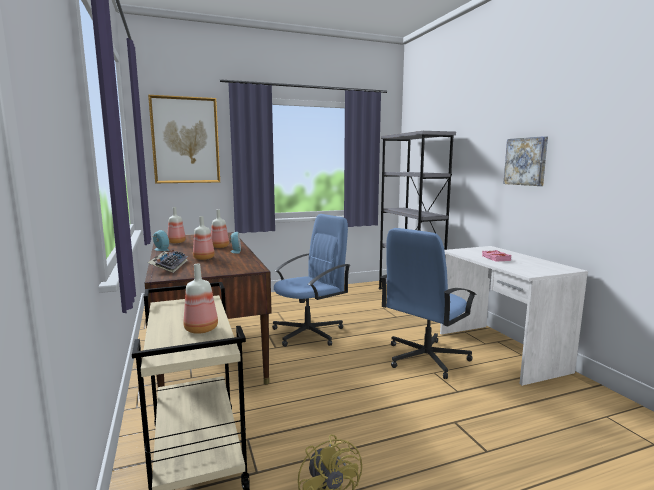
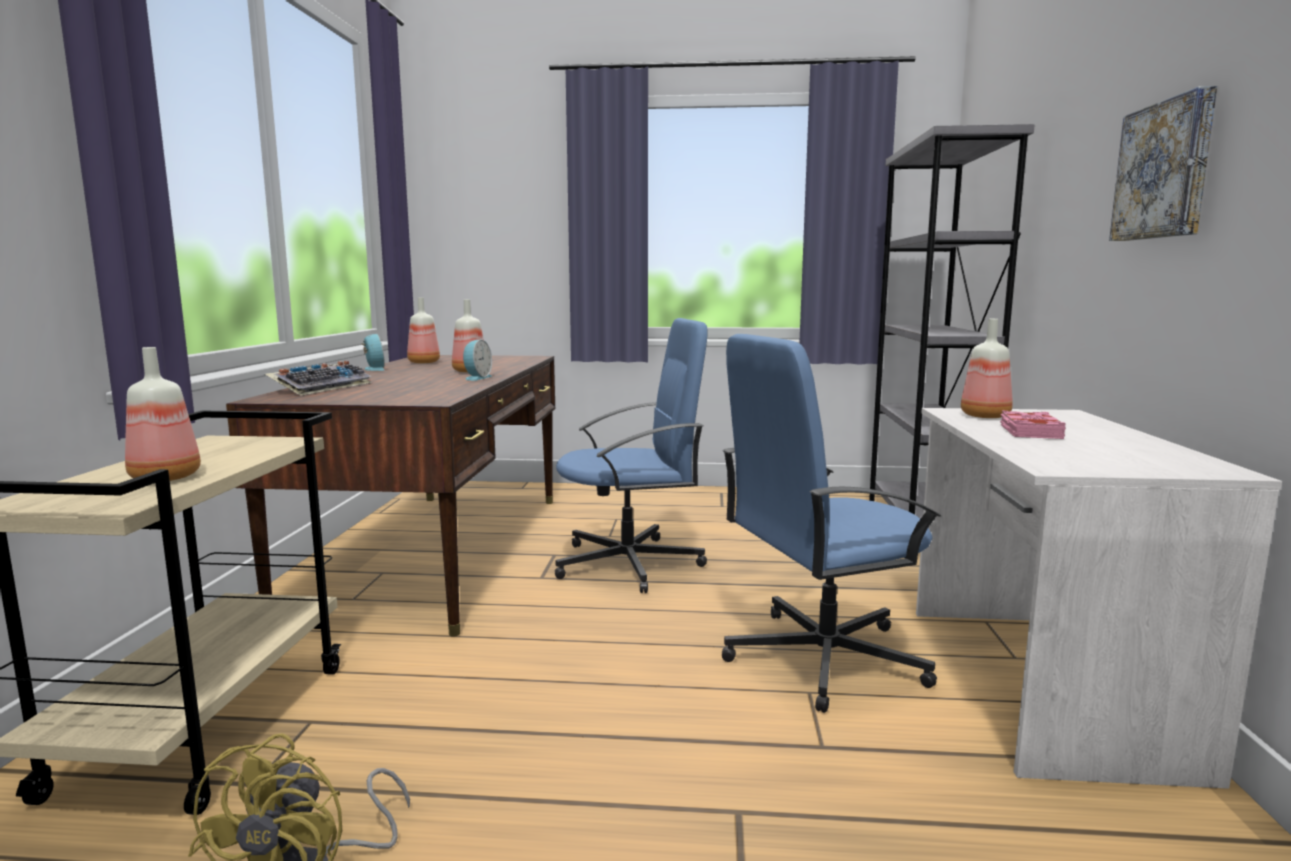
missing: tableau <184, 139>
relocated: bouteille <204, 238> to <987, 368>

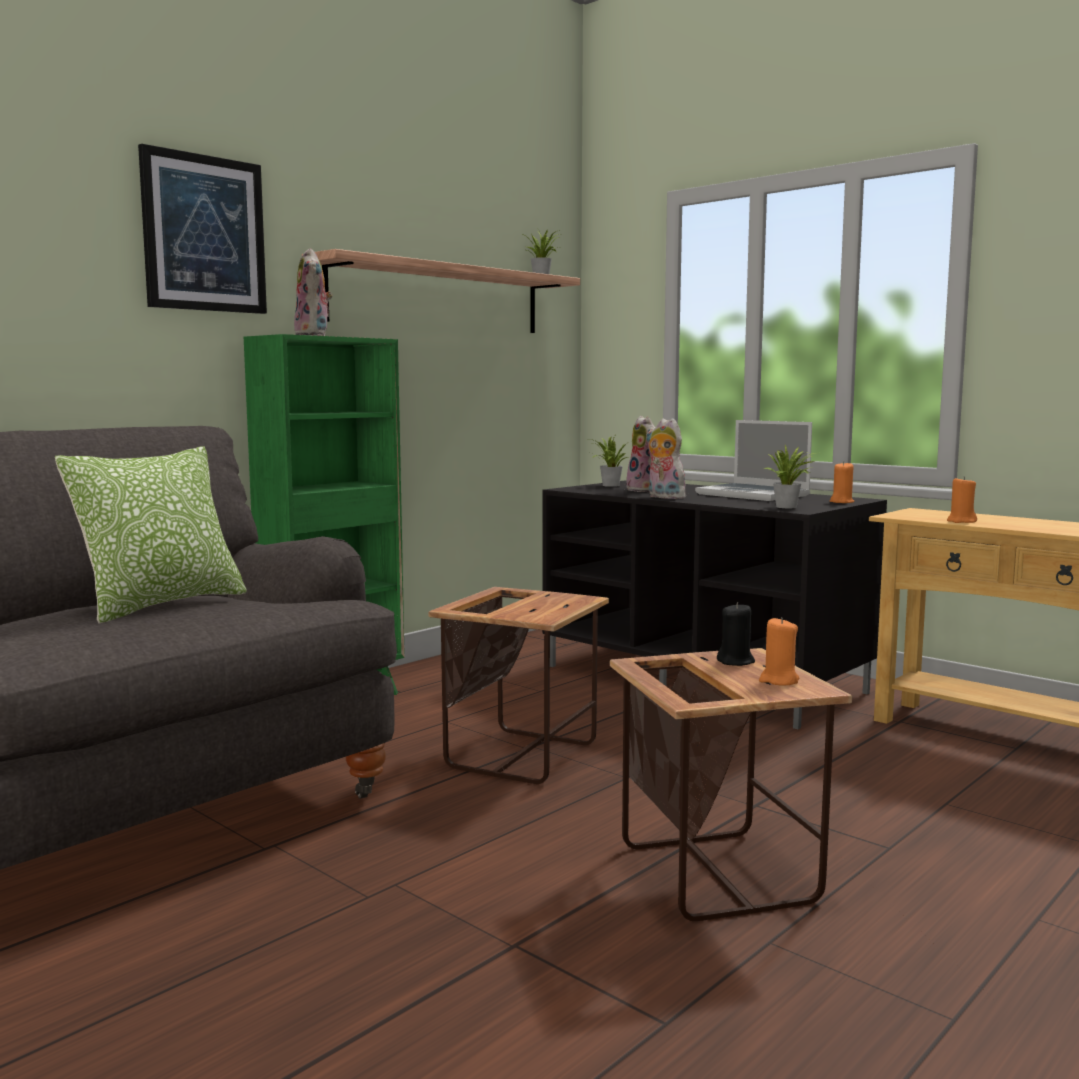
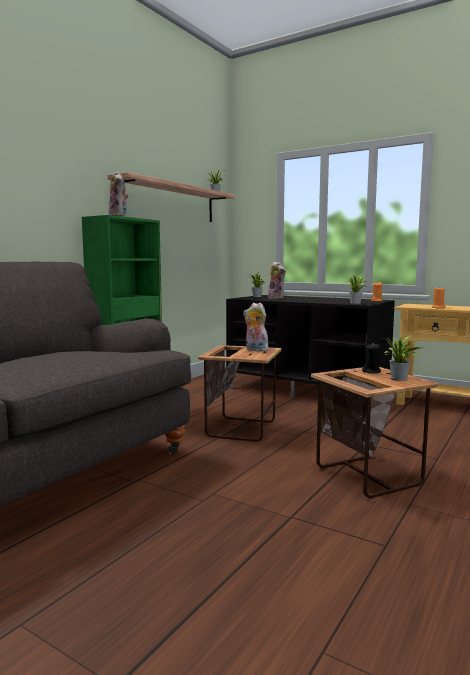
missing: coussin <150, 534>; tableau <202, 229>; ordinateur portable <753, 460>
relocated: peluche <666, 458> to <256, 327>
exchanged: bougie [orange] <779, 651> to plante en pot <402, 356>

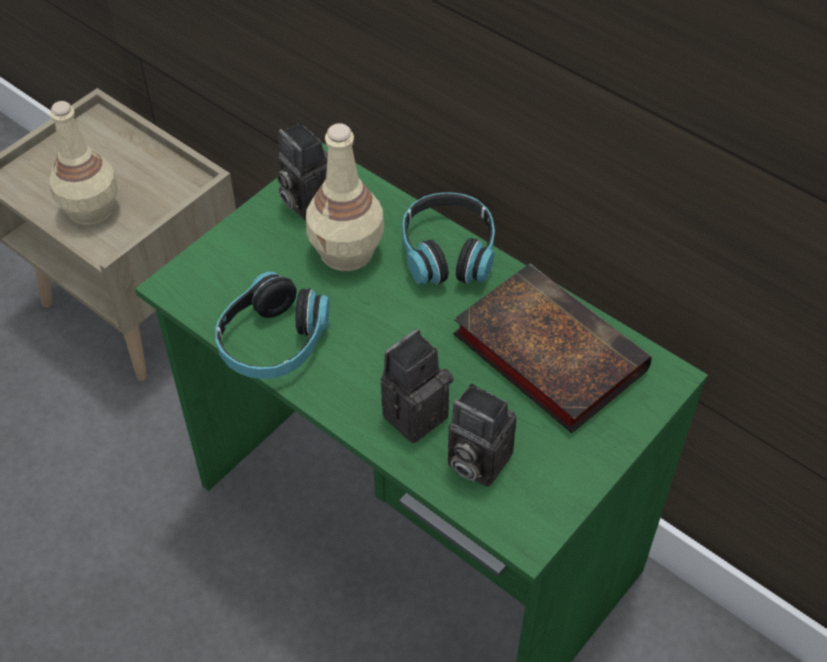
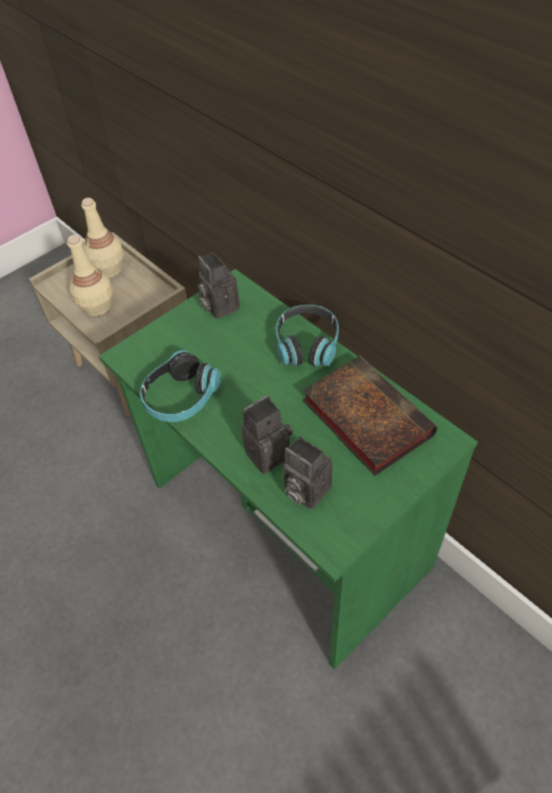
relocated: bouteille [beige] <345, 197> to <102, 238>

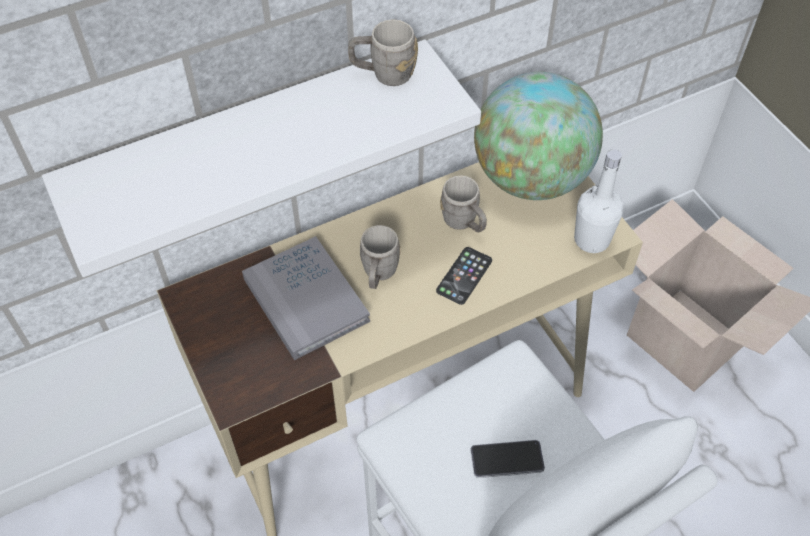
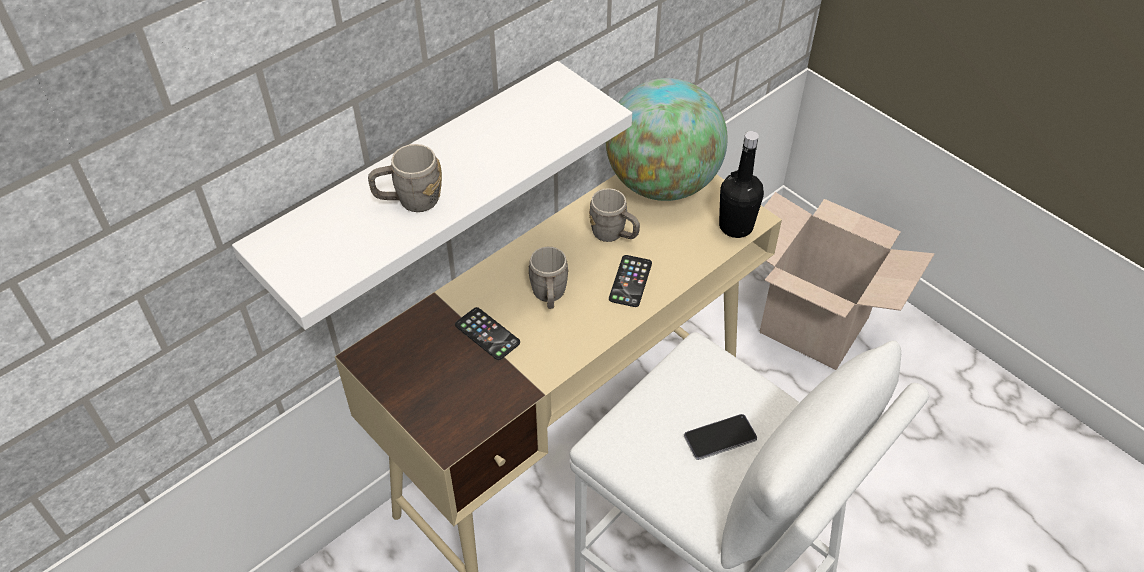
relocated: mug [gris] <383, 52> to <405, 178>
exchanged: livre [gris] <306, 298> to téléphone <487, 333>
colour: bouteille [blanc] <599, 201> to bouteille [noir] <741, 184>

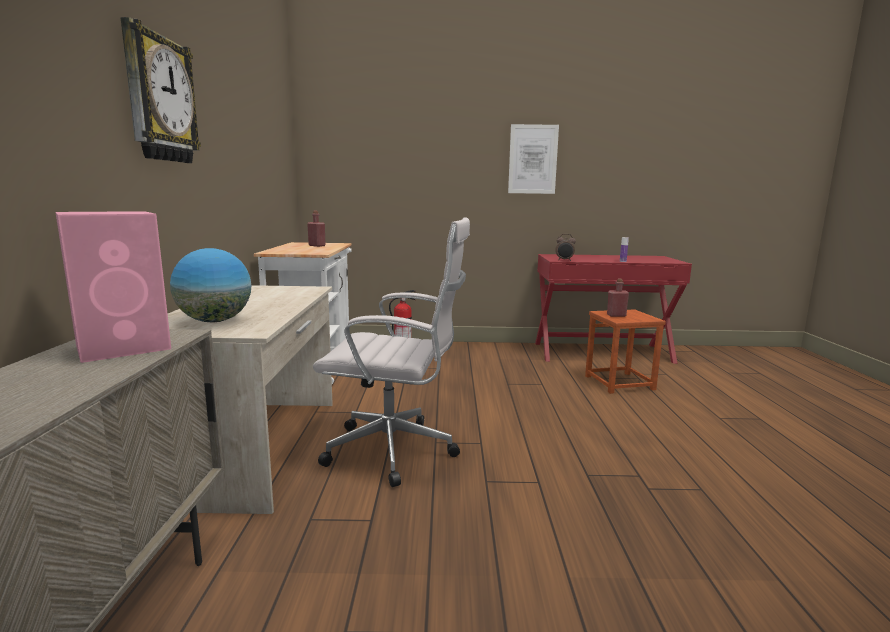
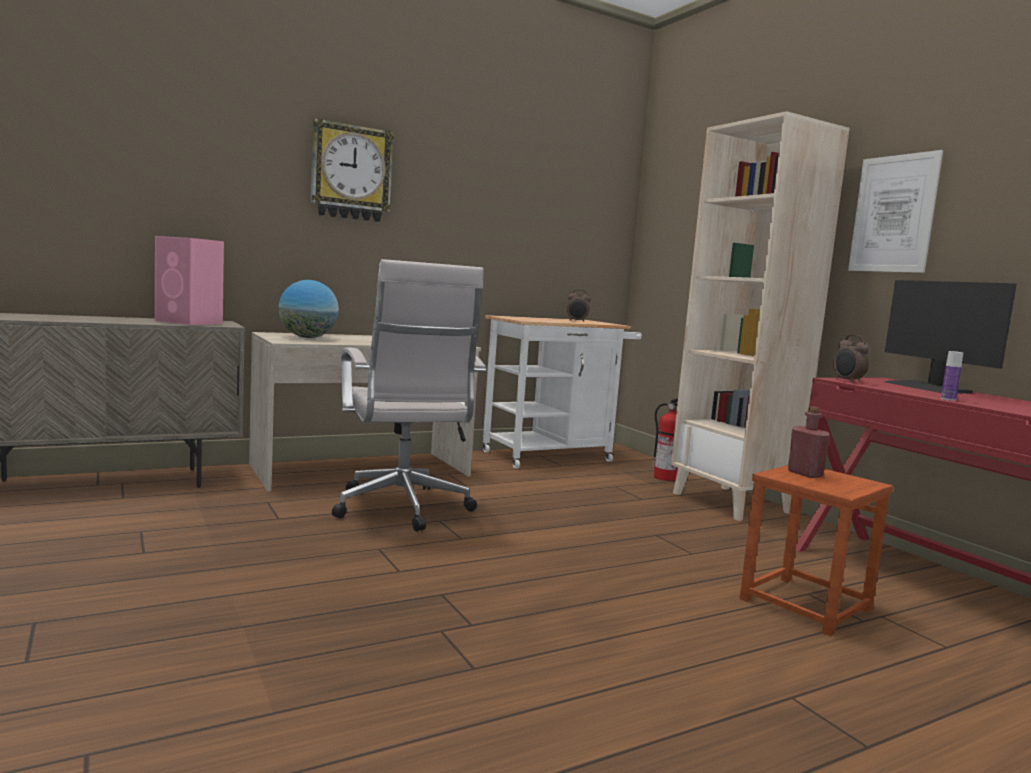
appeared: bibliothèque [beige] <760, 316>; écran d'ordinateur <951, 337>
exchanged: bouteille [rouge] <316, 229> to réveil <579, 306>

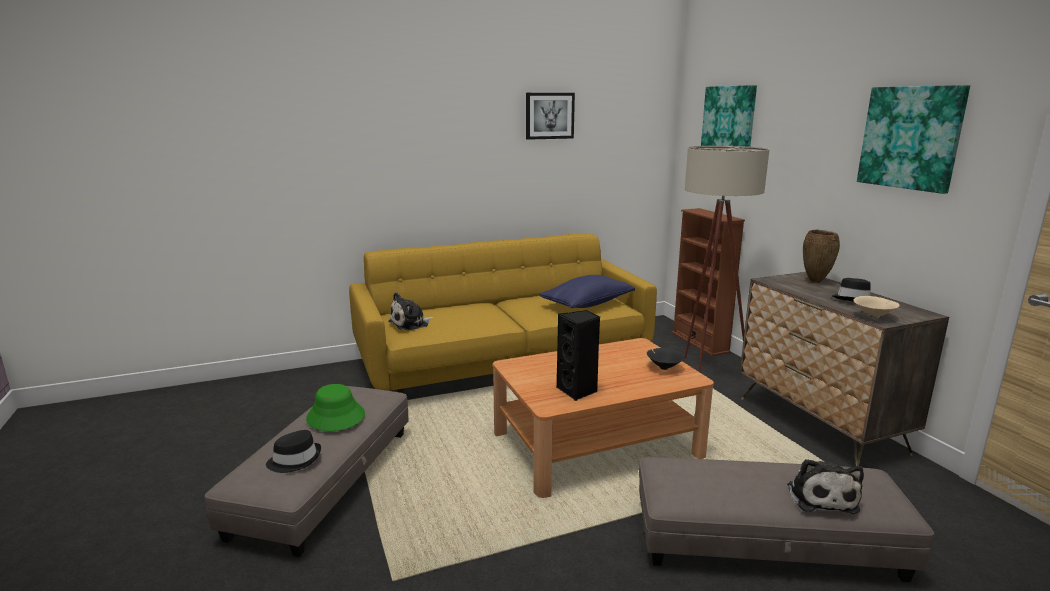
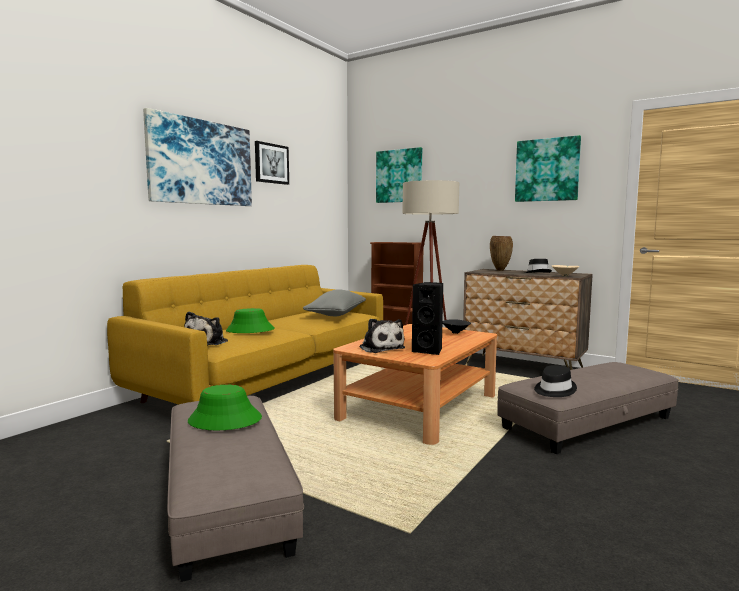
appeared: tableau <197, 157>; chapeau [vert] <250, 320>
relocated: chapeau [noir] <293, 451> to <555, 381>; peluche <825, 486> to <382, 335>
colour: coussin [bleu] <587, 291> to coussin [gris] <334, 302>

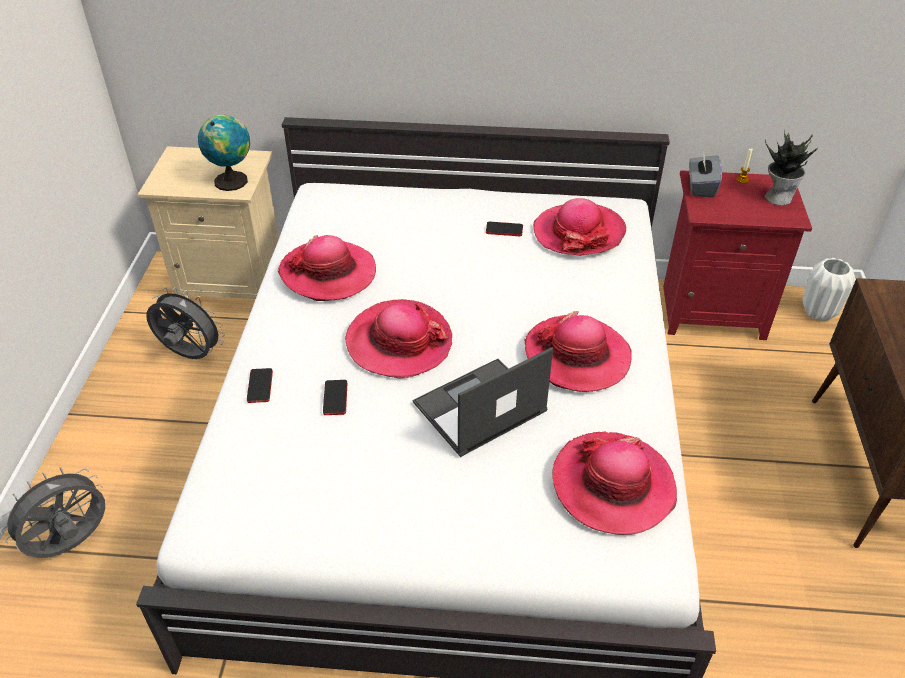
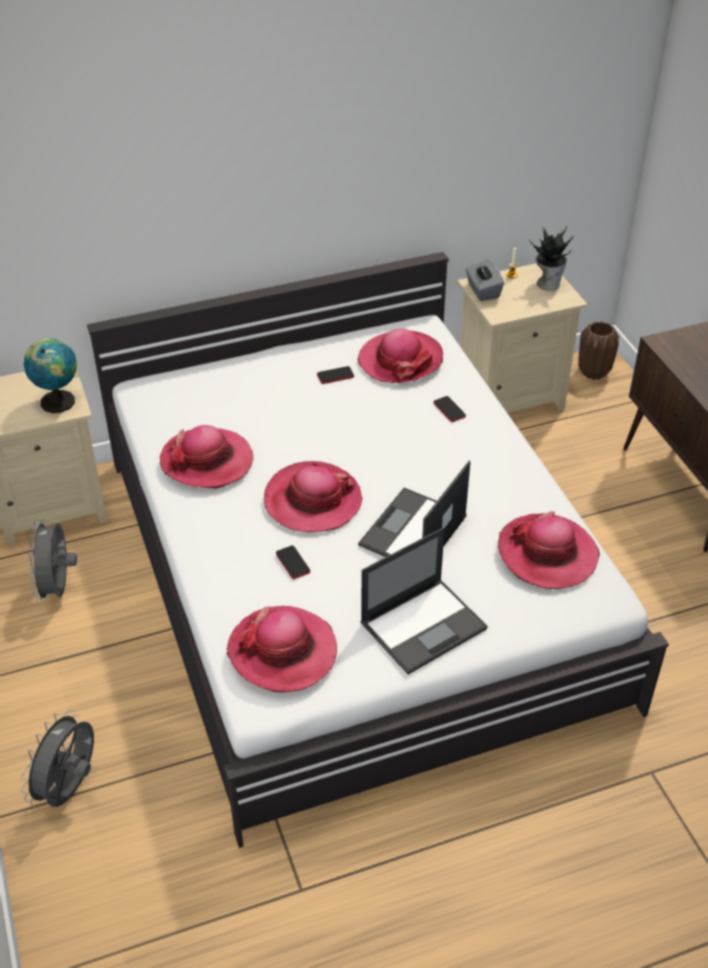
appeared: ordinateur portable <424, 601>
relocated: téléphone <260, 385> to <449, 409>; chapeau <578, 351> to <281, 649>
colour: table de chevet [rouge] <737, 255> to table de chevet [beige] <522, 338>; vase [blanc] <829, 289> to vase [marron] <598, 350>
spun: ventilateur [gris] <185, 323> = <52, 561> 90 degrees counterclockwise

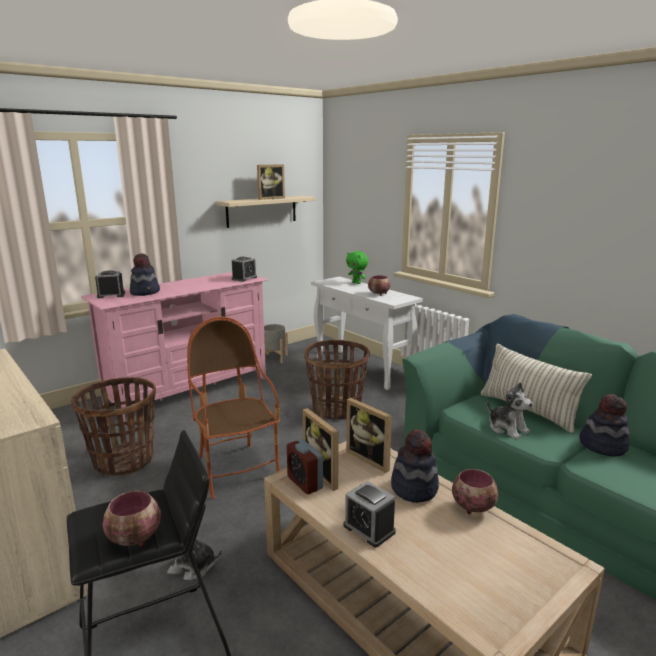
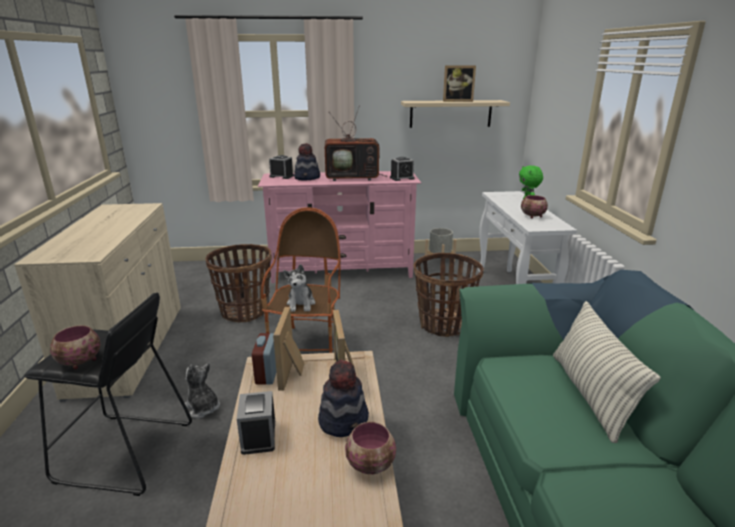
missing: chapeau <604, 425>
appeared: téléviseur <356, 144>
relocated: peluche <510, 411> to <299, 288>

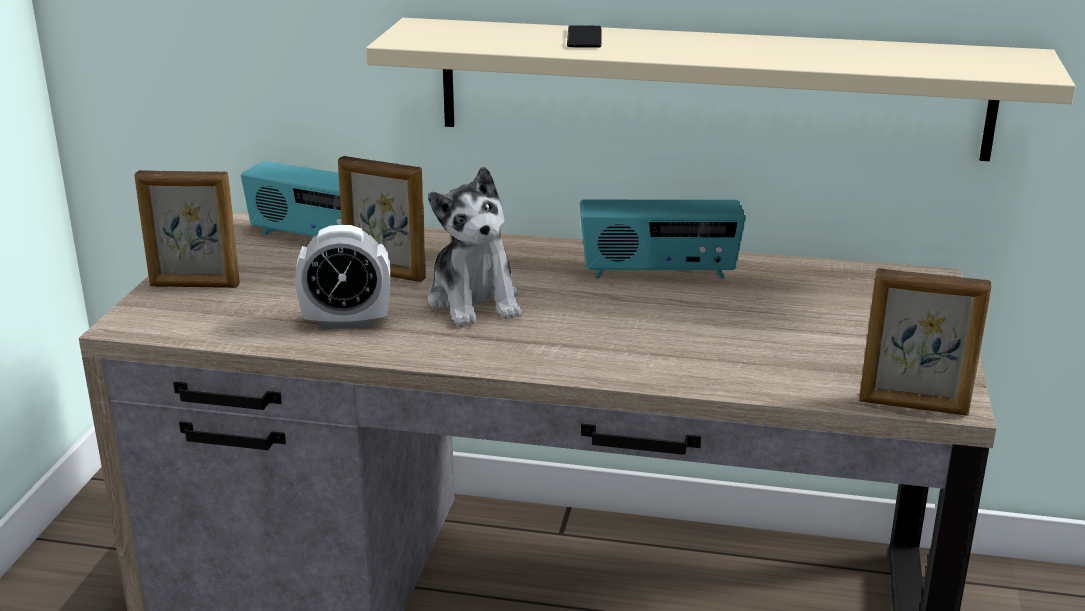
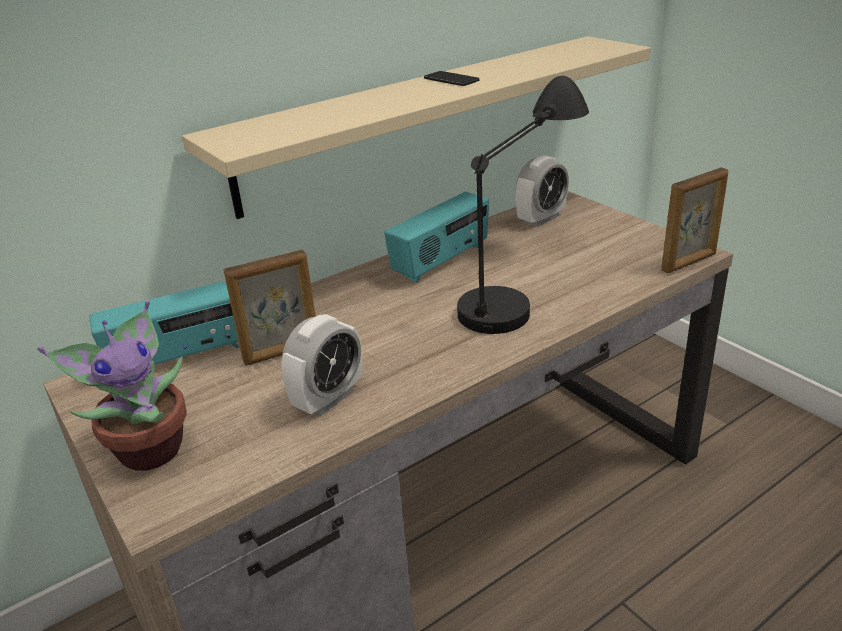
missing: peluche <475, 246>
appeared: lampe de table [noir] <523, 205>; réveil <542, 191>
relocated: téléphone <584, 36> to <452, 78>
exchanged: cadre photo <187, 229> to plante en pot <112, 385>

